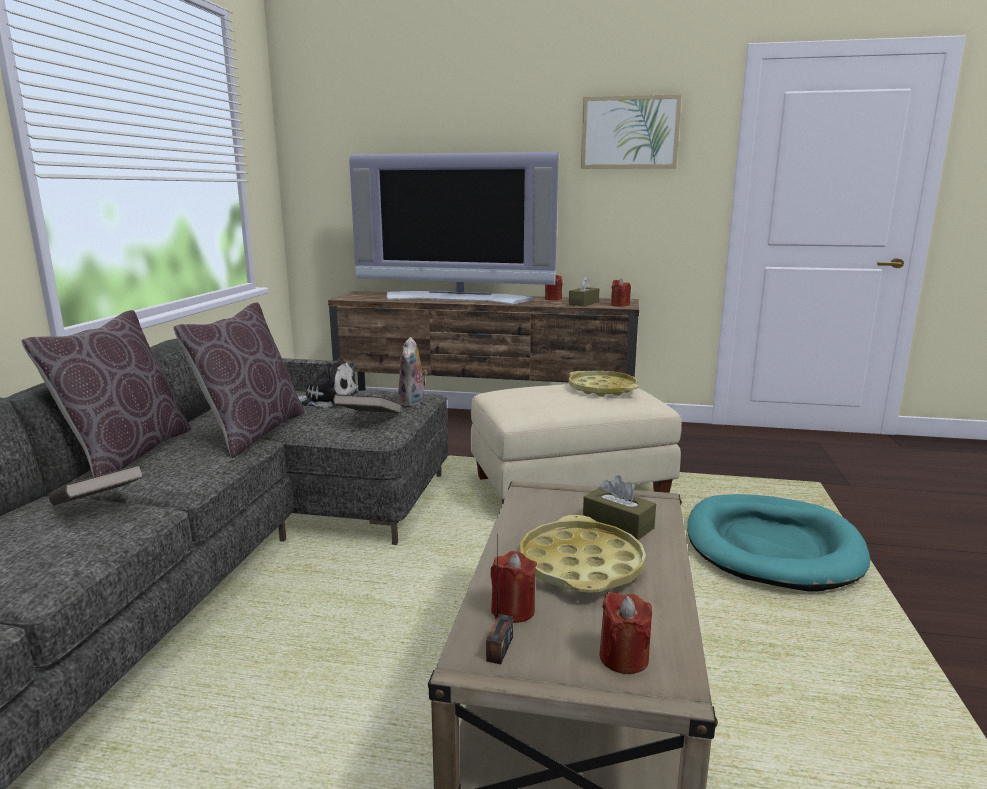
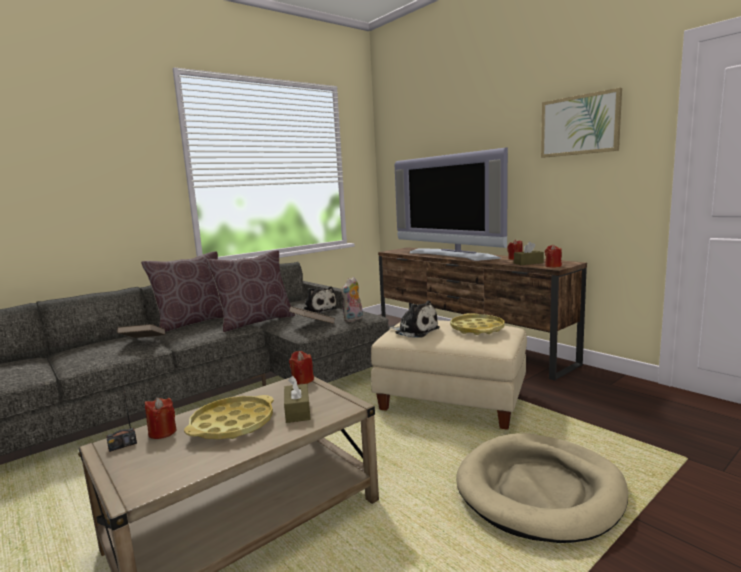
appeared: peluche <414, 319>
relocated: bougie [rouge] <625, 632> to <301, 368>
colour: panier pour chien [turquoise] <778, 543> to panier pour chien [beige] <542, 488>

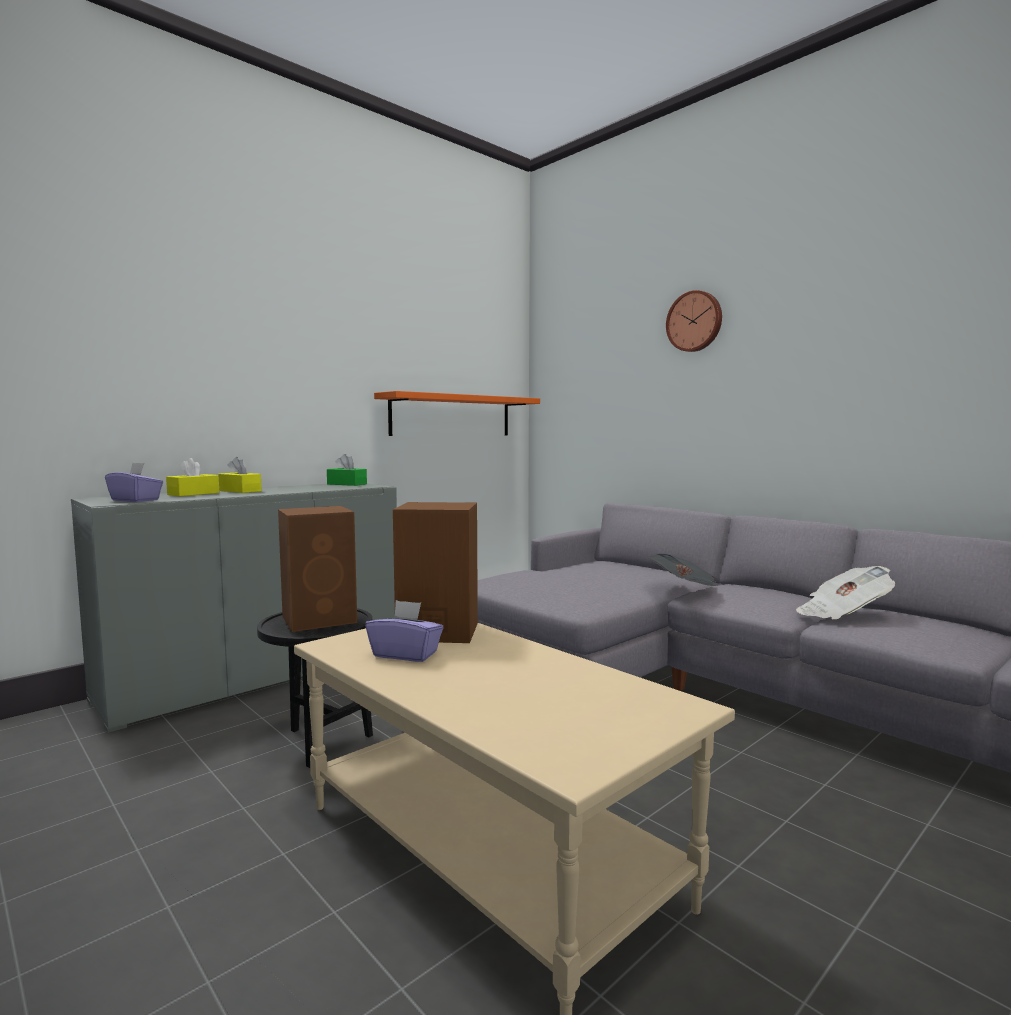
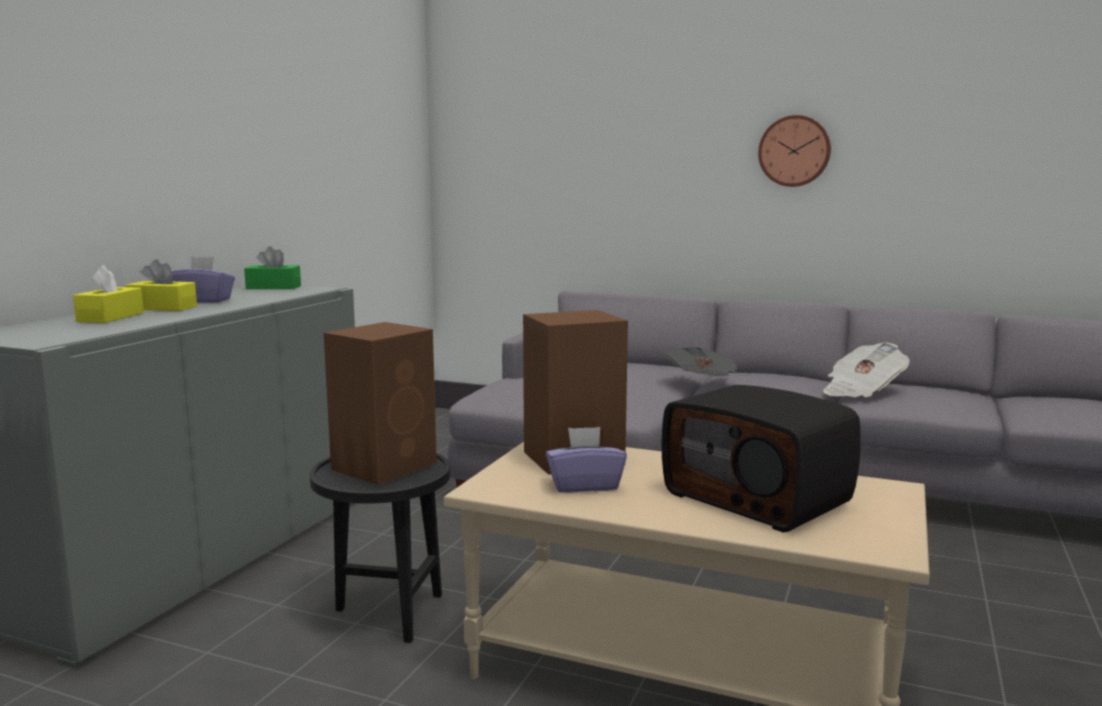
missing: étagère [orange] <457, 413>
appeared: radio <761, 459>
relocated: boîte à mouchoirs [violet] <134, 482> to <203, 280>; horloge murale <694, 321> to <794, 151>

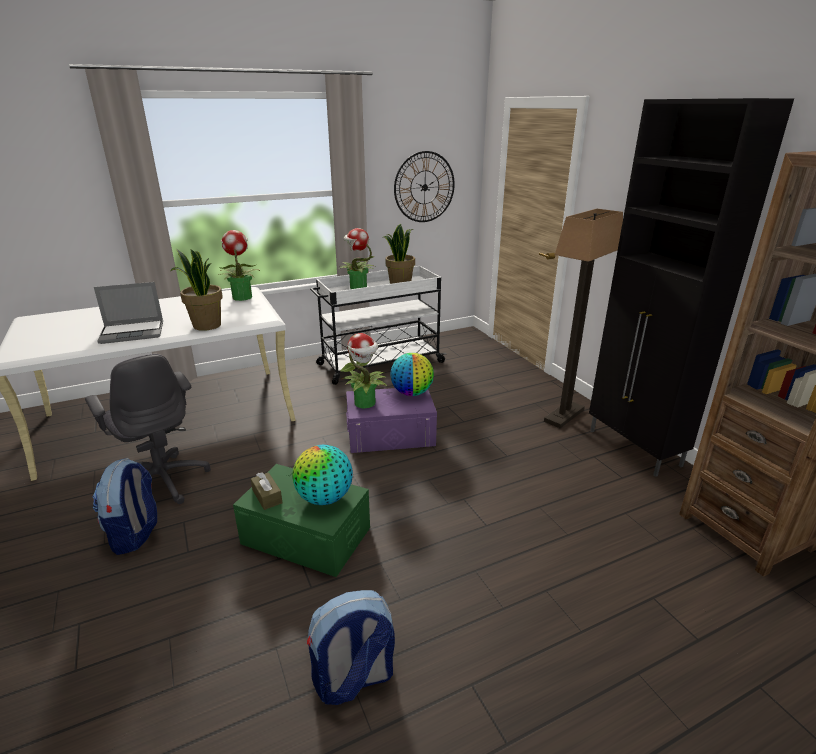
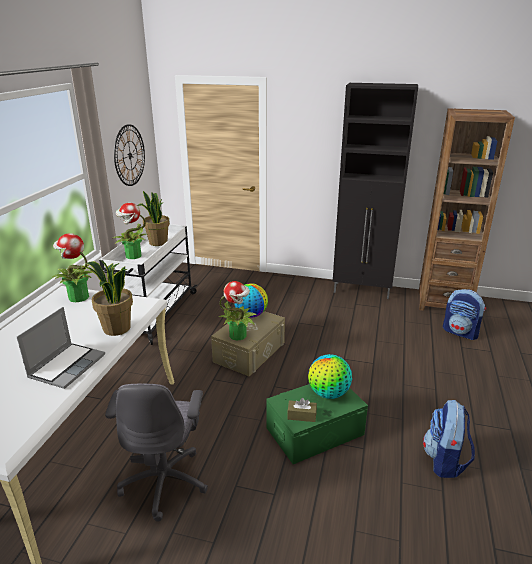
missing: lampadaire <583, 318>
relocated: sac à dos <125, 506> to <464, 314>
colour: boîte de rangement [violet] <391, 420> to boîte de rangement [beige] <248, 343>
spun: chaise de bureau [gris] <148, 429> = <156, 453> 90 degrees clockwise

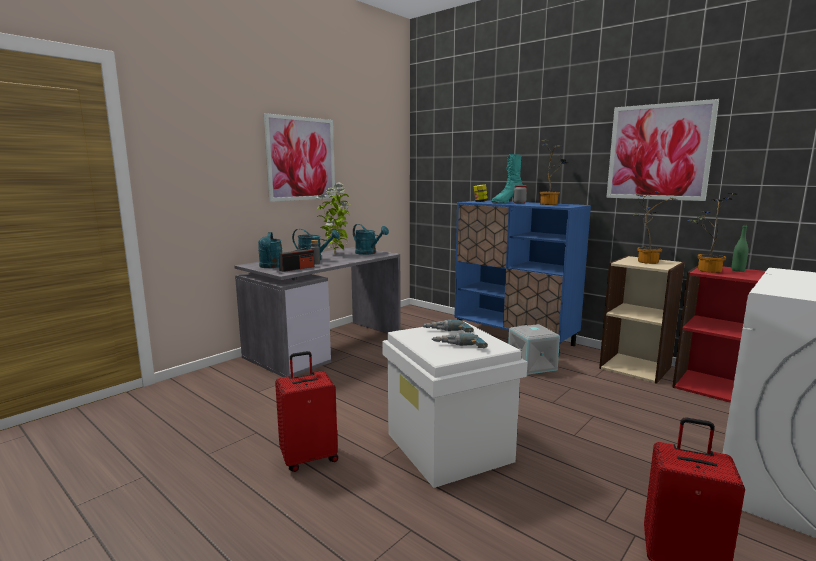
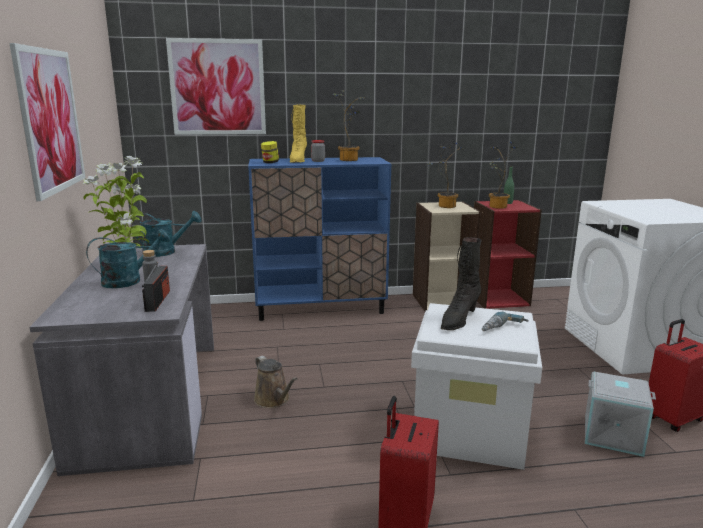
missing: arrosoir [turquoise] <270, 250>
appeared: arrosoir [marron] <276, 382>
relocated: boîte de rangement [gris] <534, 349> to <620, 414>; tableau <662, 150> to <216, 86>
exchanged: perceuse <448, 326> to botte [noir] <461, 283>
colour: botte [turquoise] <507, 178> to botte [jaune] <298, 134>

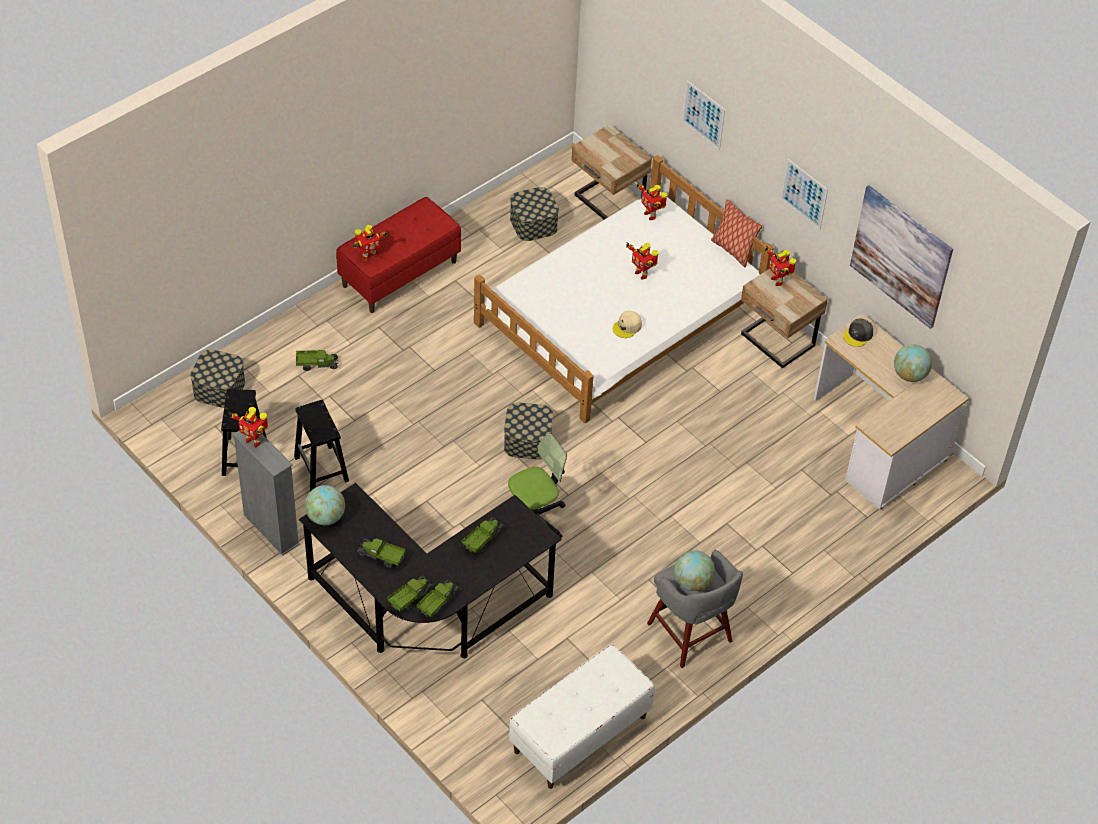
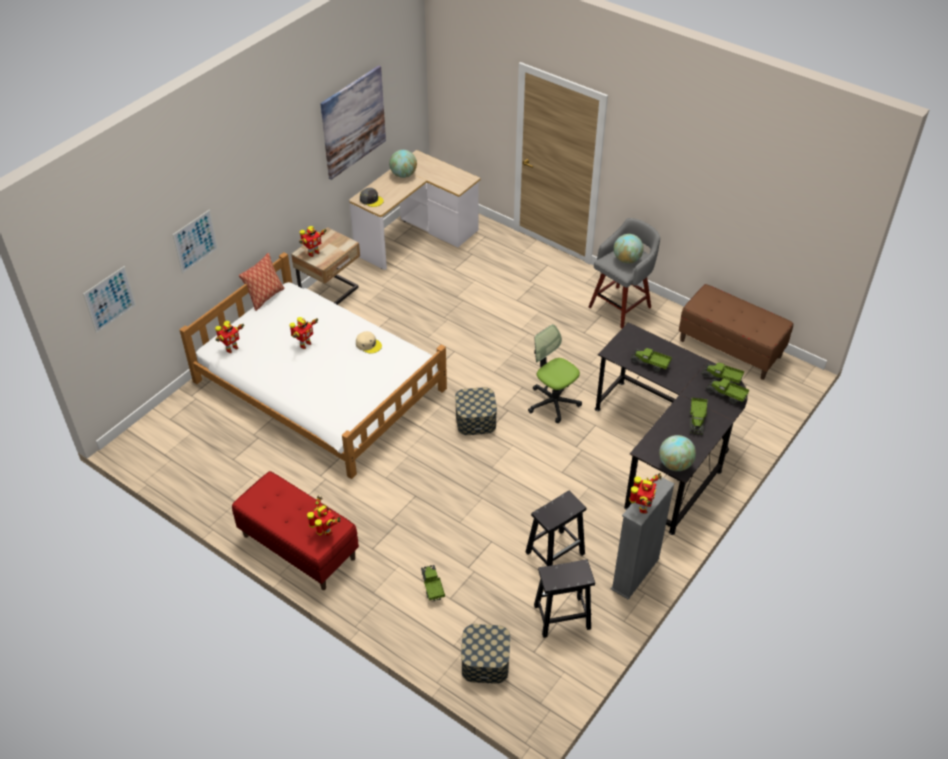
missing: boîte de rangement <534, 214>; table de chevet [beige] <611, 172>
relocated: tableau <804, 194> to <109, 299>
colour: banc [blanc] <582, 717> to banc [marron] <736, 332>

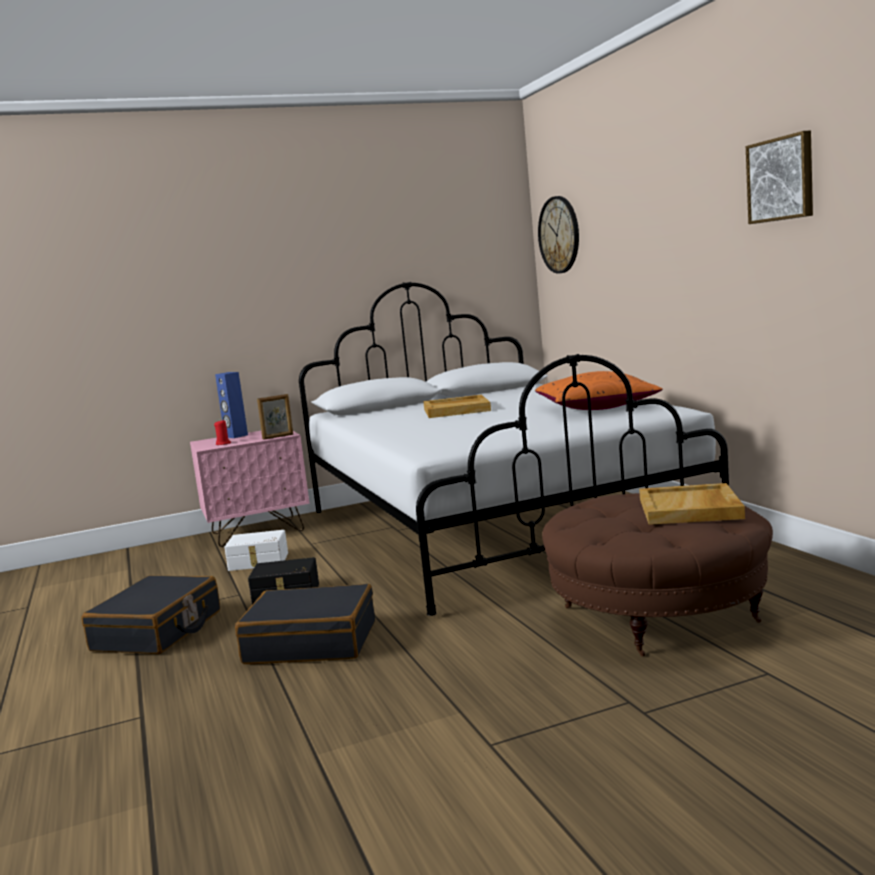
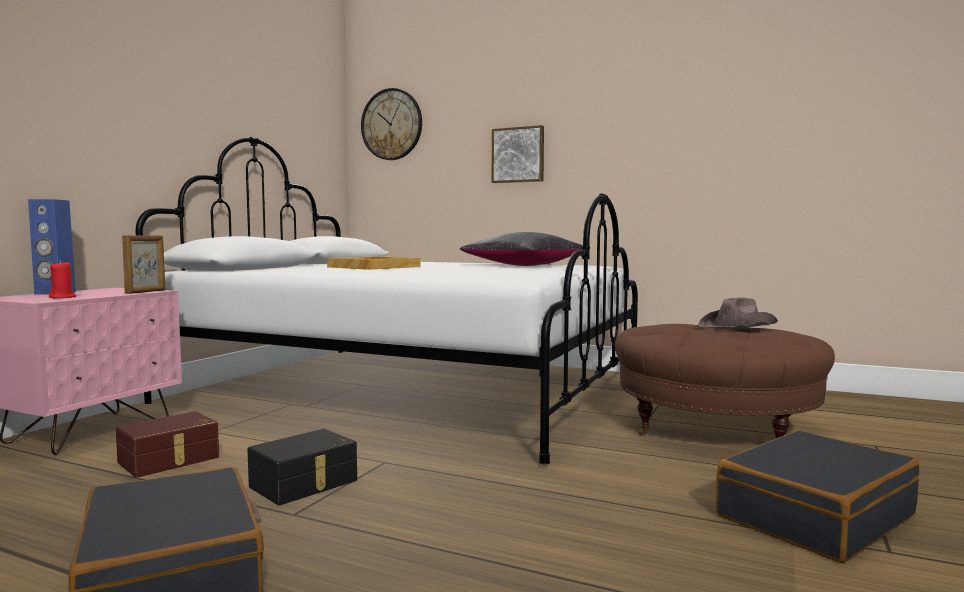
relocated: valise [noir] <305, 624> to <818, 496>; tableau <779, 177> to <518, 154>
exchanged: plateau [beige] <692, 504> to chapeau [marron] <738, 313>
colour: boîte de rangement [blanc] <256, 550> to boîte de rangement [marron] <167, 444>; coussin [orange] <599, 390> to coussin [noir] <521, 249>

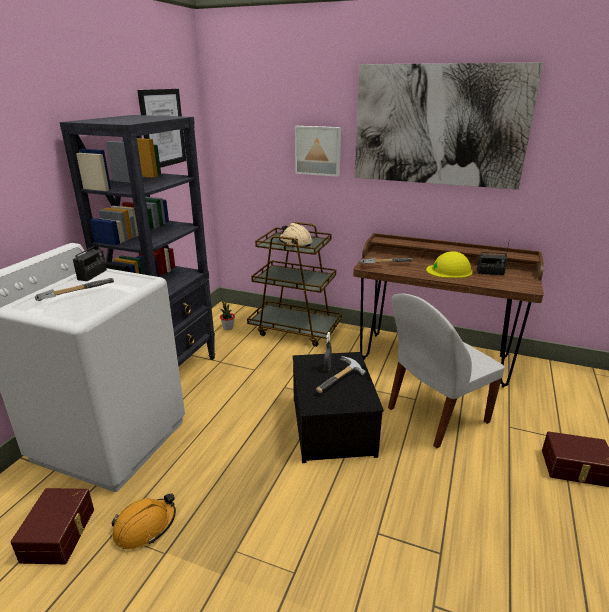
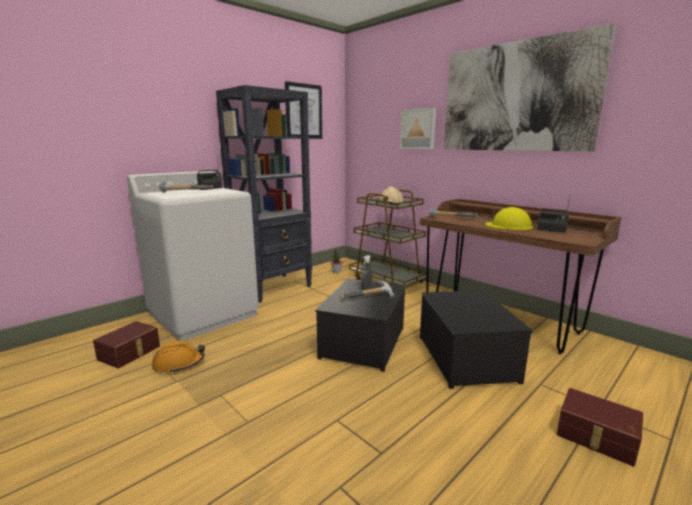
exchanged: chaise [blanc] <446, 371> to boîte de rangement <476, 339>

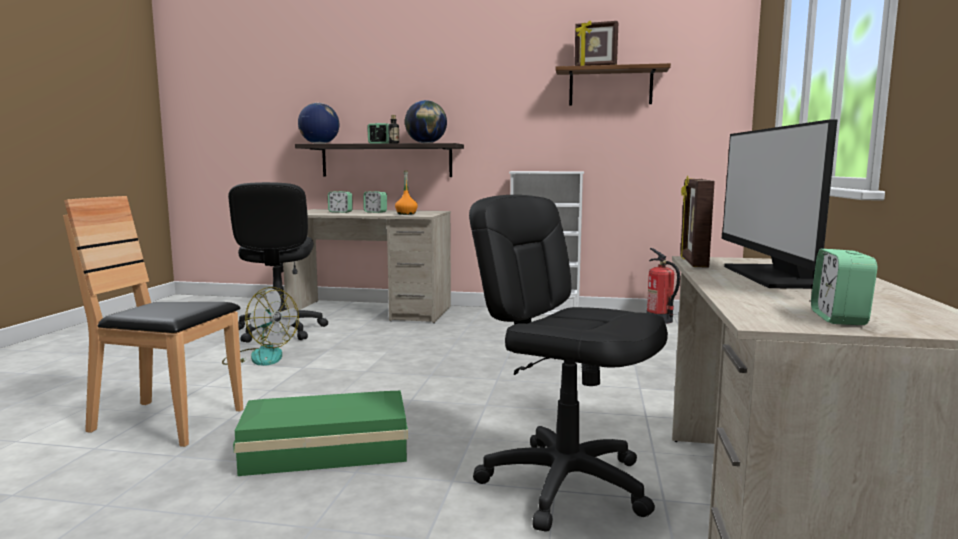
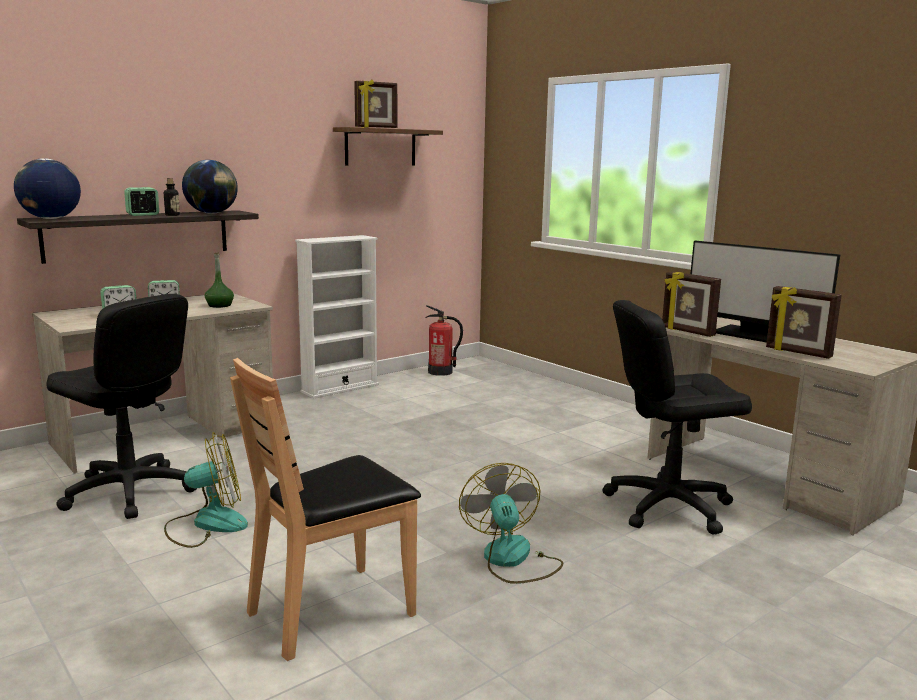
missing: réveil <844, 287>
appeared: cadre photo <804, 322>
exchanged: boîte de rangement [vert] <320, 433> to ventilateur <511, 523>
colour: bouteille [orange] <406, 192> to bouteille [vert] <219, 280>

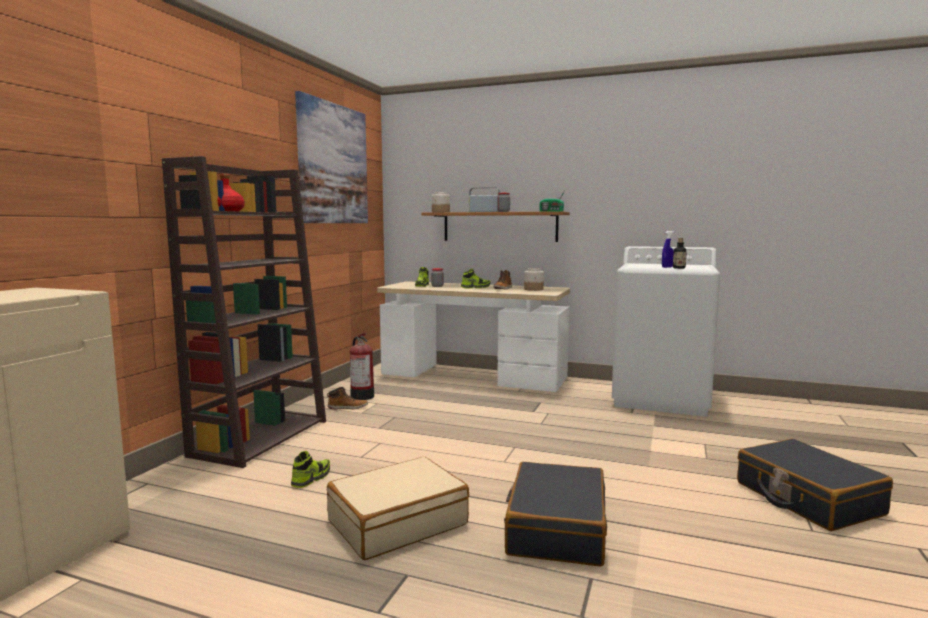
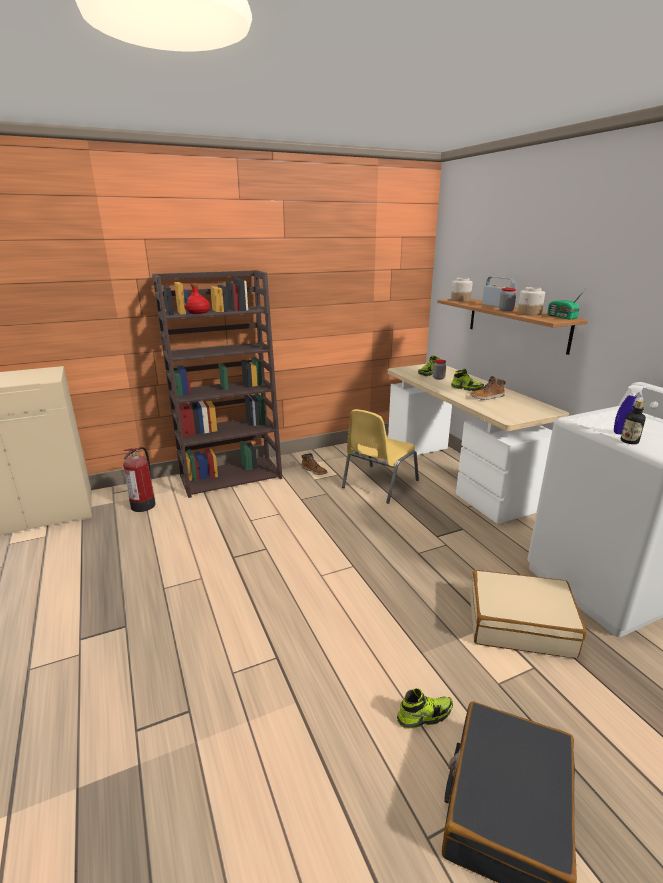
missing: tableau <331, 157>; valise [noir] <555, 514>
appeared: chaise [jaune] <380, 456>
relocated: chaussure <310, 469> to <425, 708>; valise [beige] <398, 508> to <528, 614>; extincteur <362, 366> to <139, 479>; bocal <534, 279> to <531, 301>

